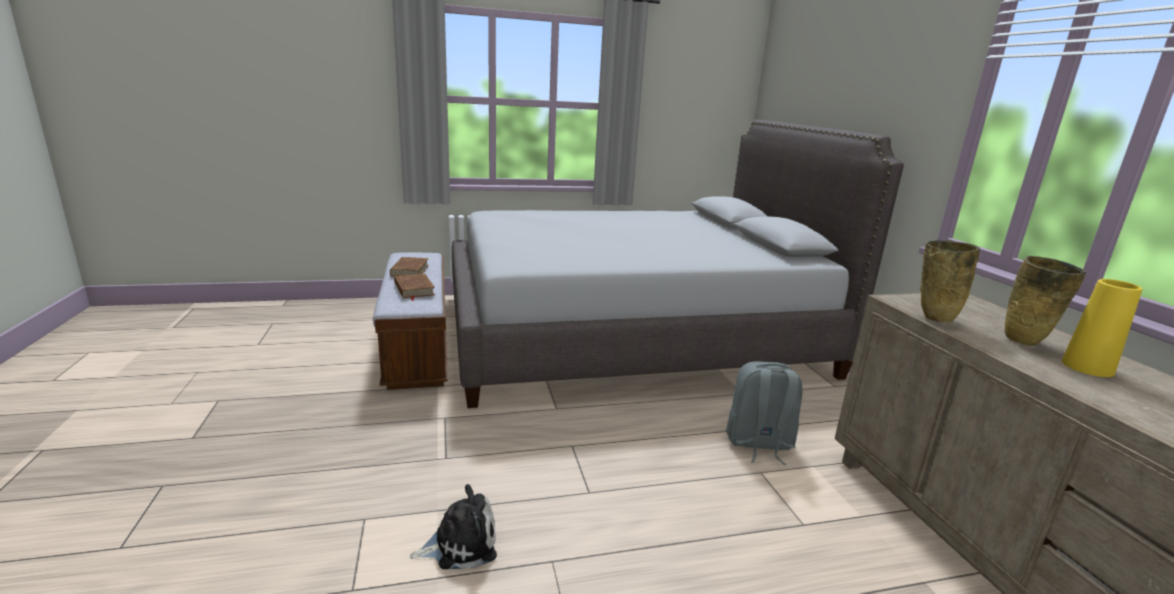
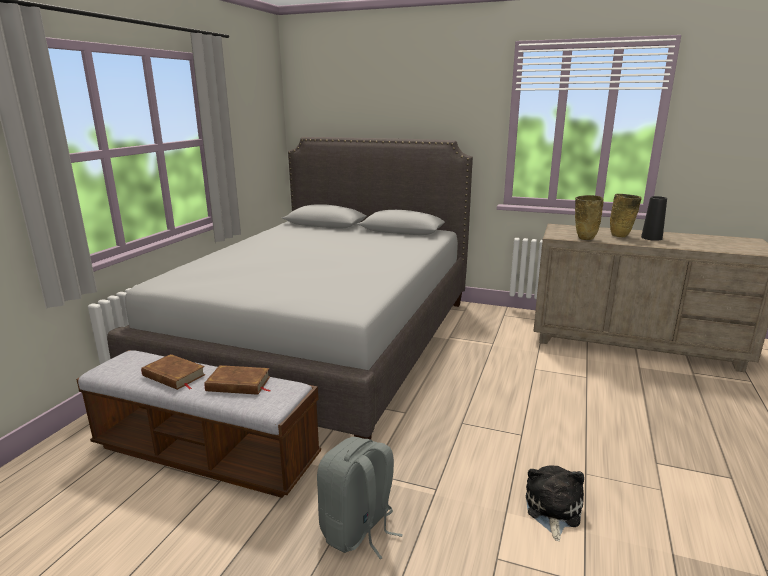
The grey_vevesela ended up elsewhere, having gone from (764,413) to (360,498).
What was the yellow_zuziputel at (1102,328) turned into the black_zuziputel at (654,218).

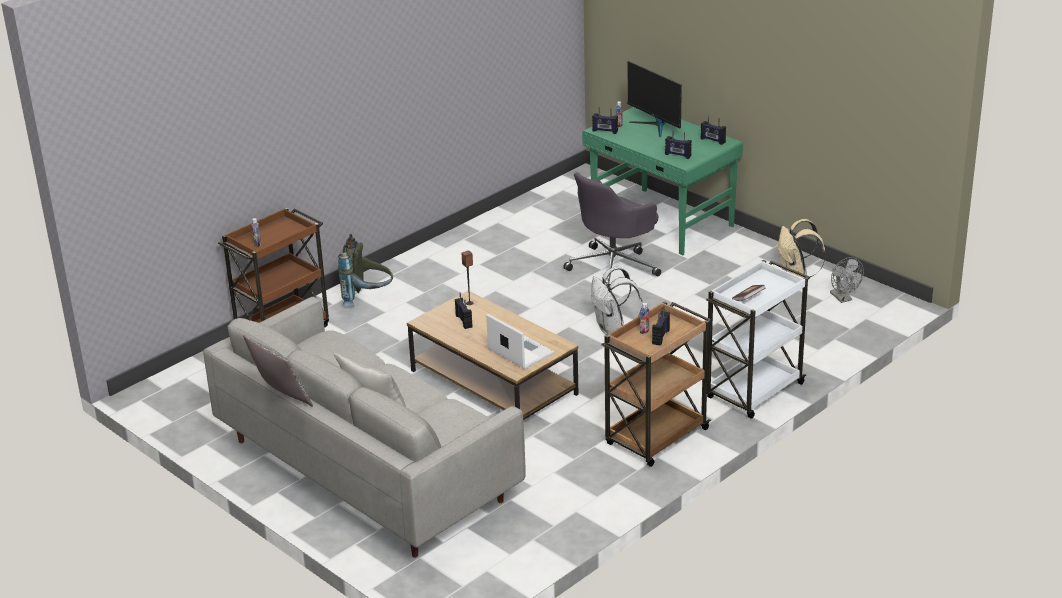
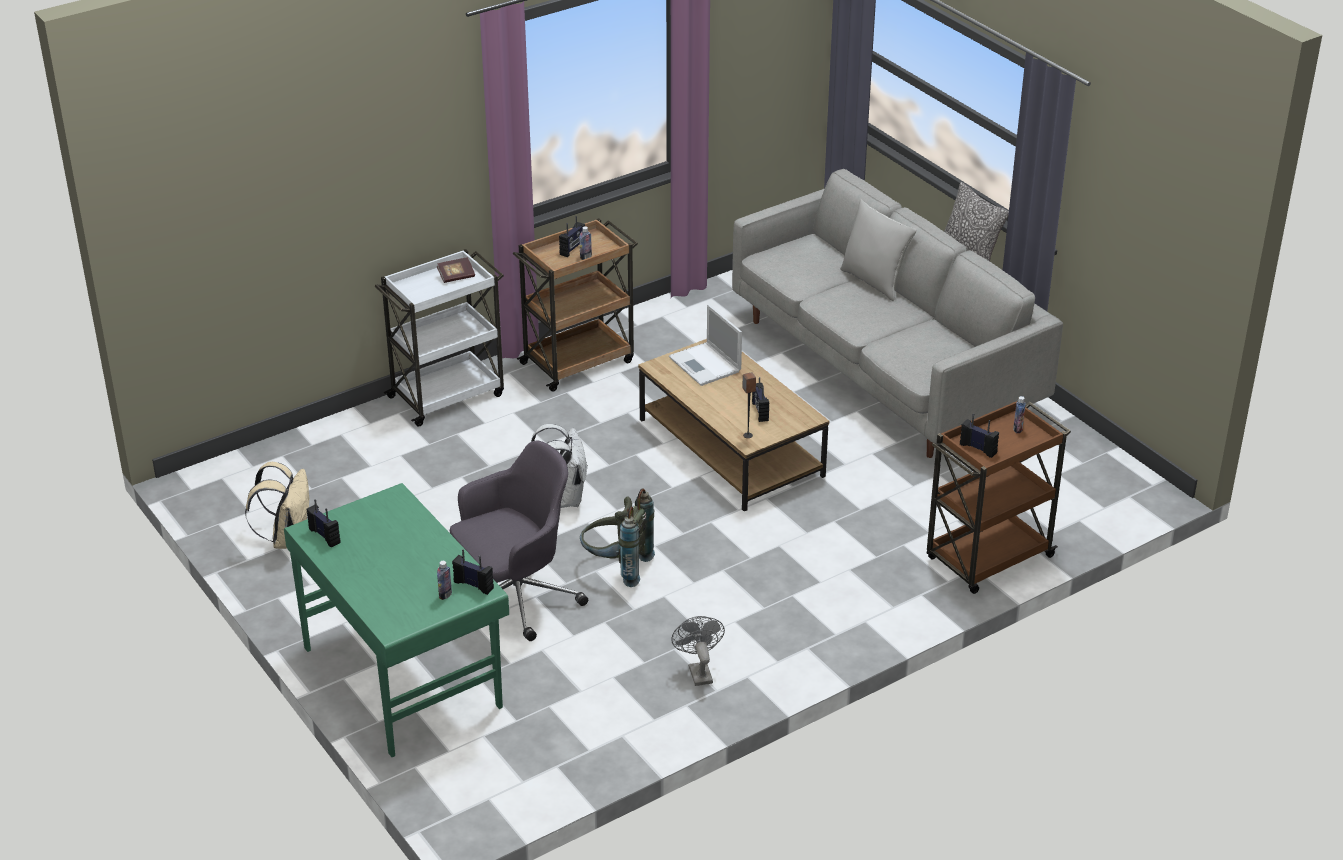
The second view lost the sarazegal at (654,99).
The grey_vevesela ended up elsewhere, having gone from (365,270) to (617,537).
The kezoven ended up elsewhere, having gone from (678,144) to (979,435).
The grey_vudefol ended up elsewhere, having gone from (847,280) to (698,651).

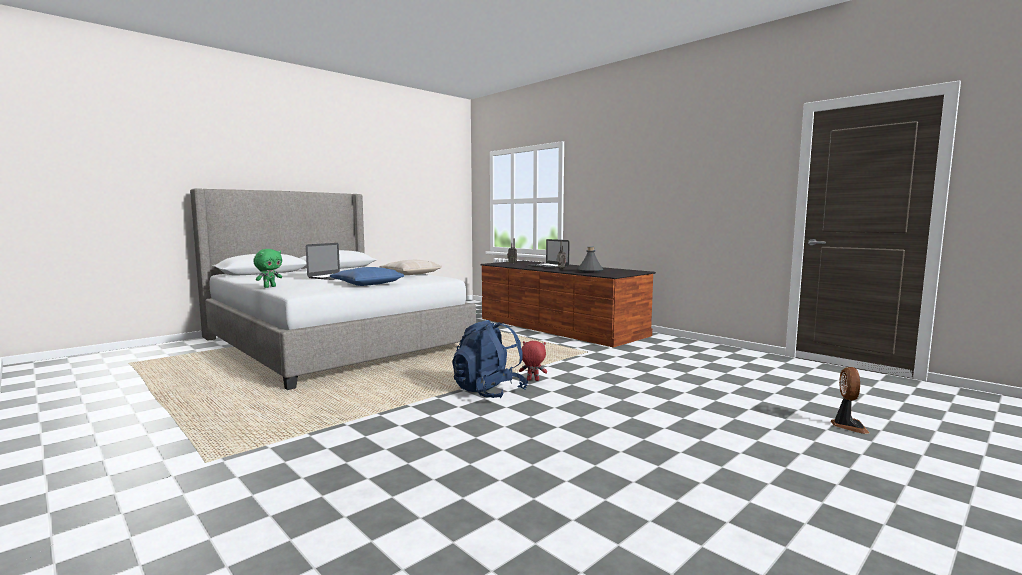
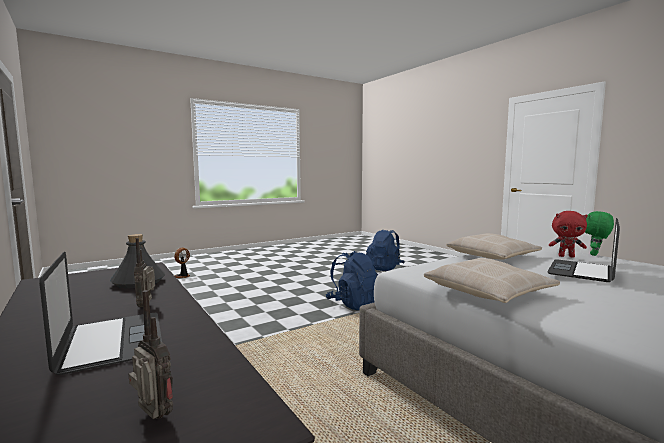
The second view gained the blue_vevesela at (385,250).
The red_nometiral ended up elsewhere, having gone from (533,361) to (568,234).
What was the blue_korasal at (367,276) turned into the beige_korasal at (494,246).

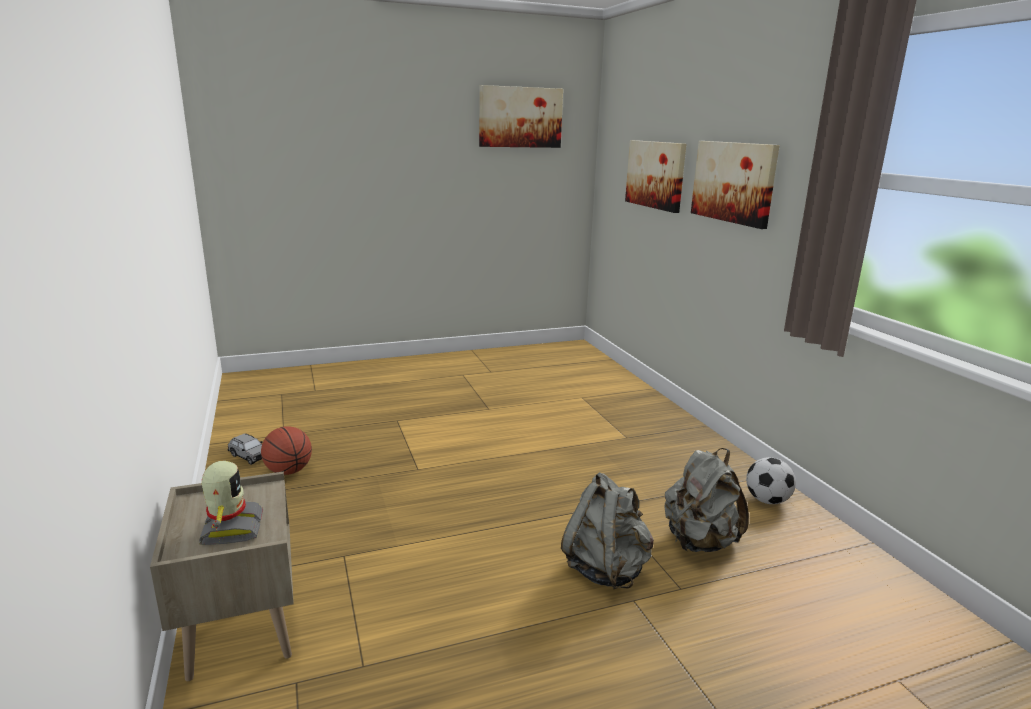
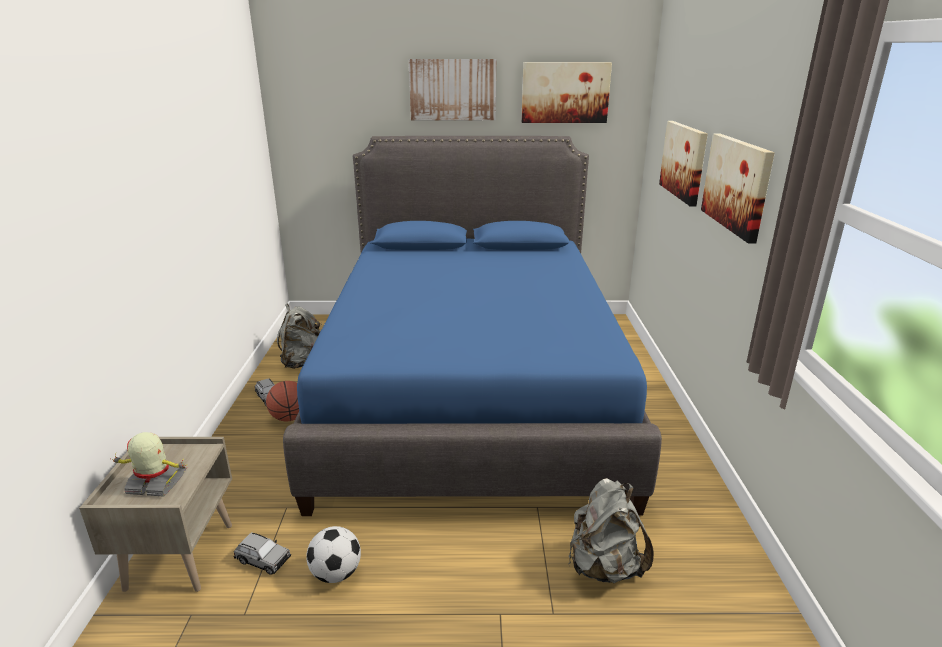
The second view gained the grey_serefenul at (262,553).
The second view gained the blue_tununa at (472,326).
The second view gained the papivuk at (452,89).
The grey_vevesela ended up elsewhere, having gone from (607,530) to (299,336).
The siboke ended up elsewhere, having gone from (771,480) to (333,554).
The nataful at (231,503) ended up facing another way, 90 degrees counterclockwise from before.

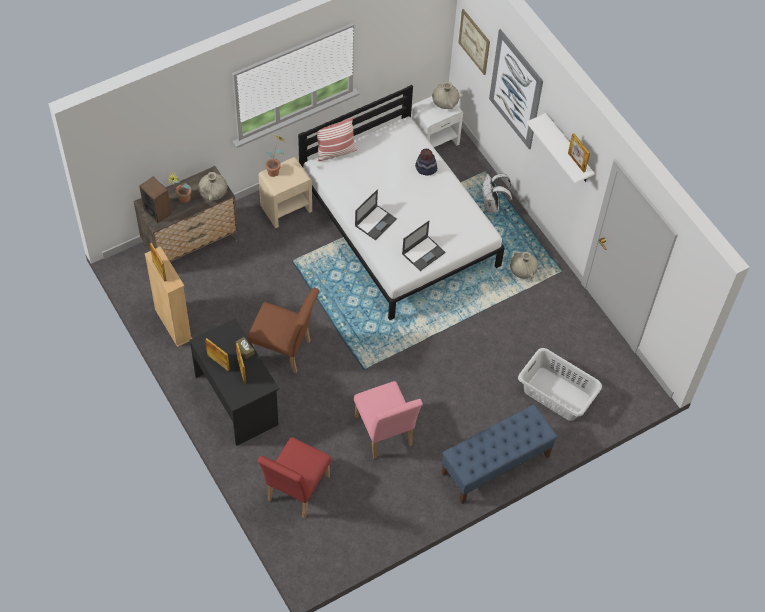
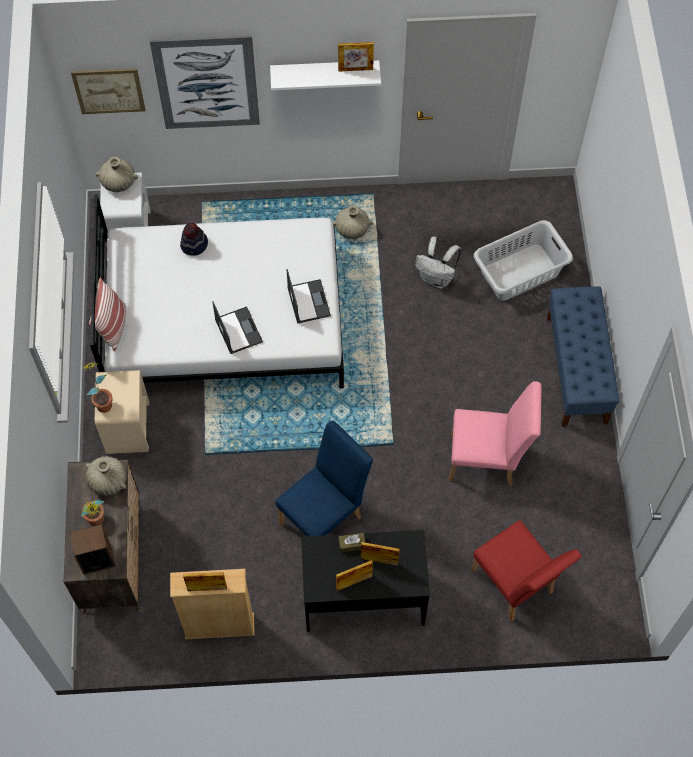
The white_vevesela ended up elsewhere, having gone from (497,193) to (438,262).
What was the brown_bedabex at (283,330) turned into the blue_bedabex at (324,478).

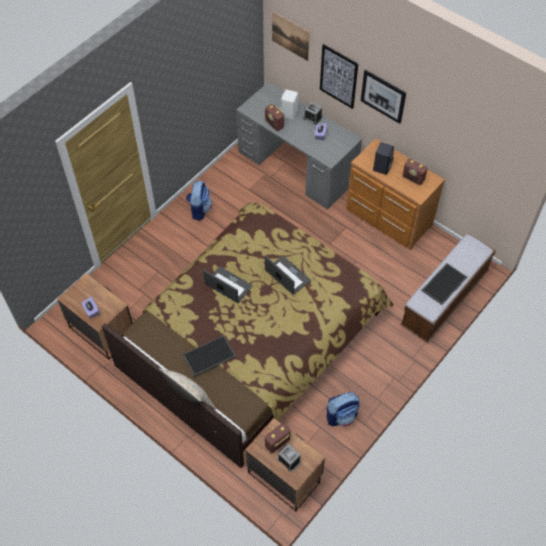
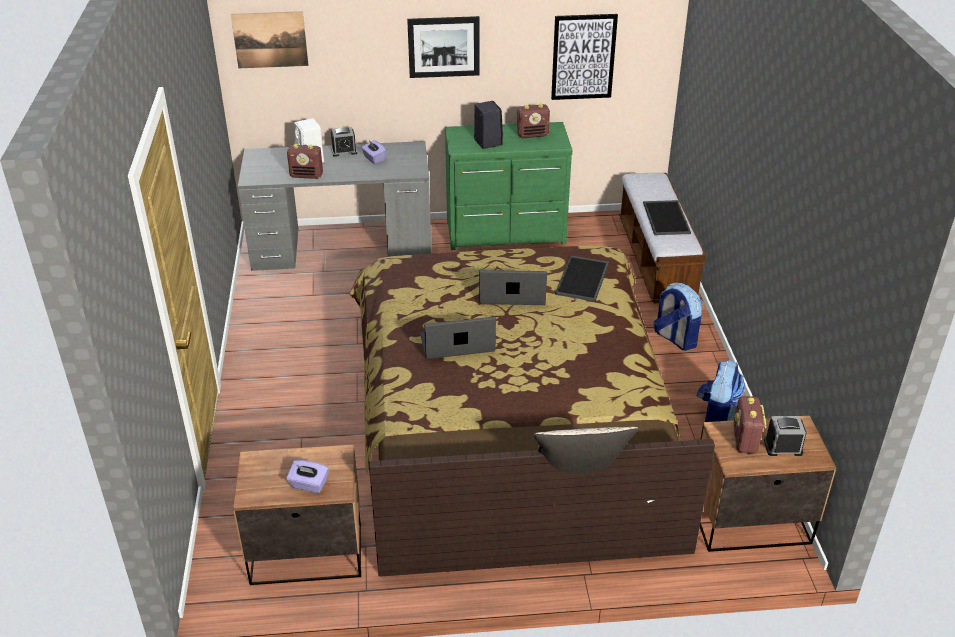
The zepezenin ended up elsewhere, having gone from (209,356) to (582,279).
The vevesela ended up elsewhere, having gone from (199,200) to (678,317).
The papivuk ended up elsewhere, having gone from (339,76) to (584,57).
What was the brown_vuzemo at (395,194) turned into the green_vuzemo at (508,186).

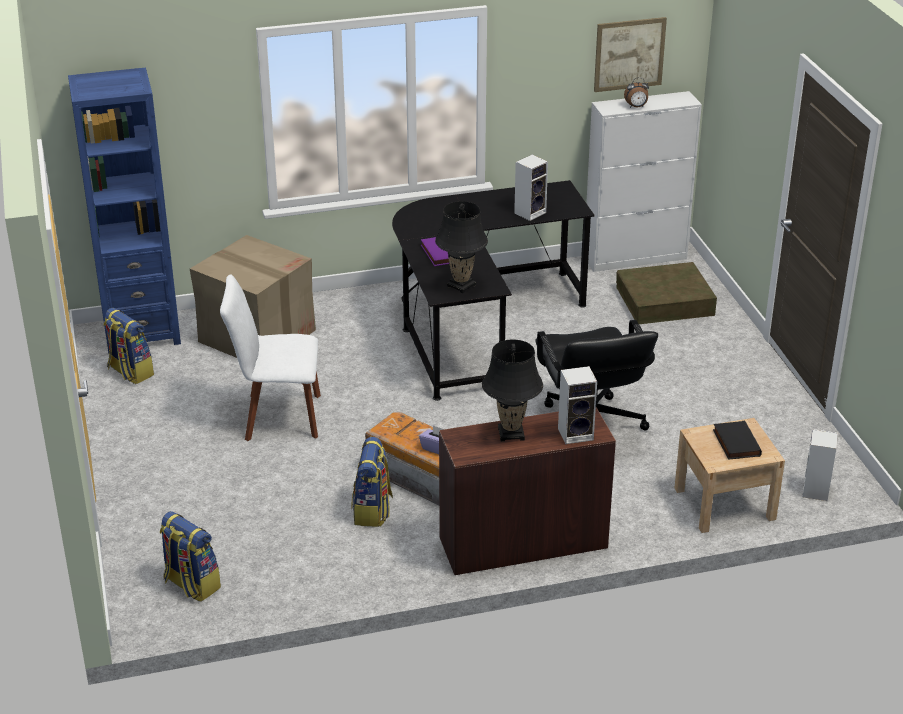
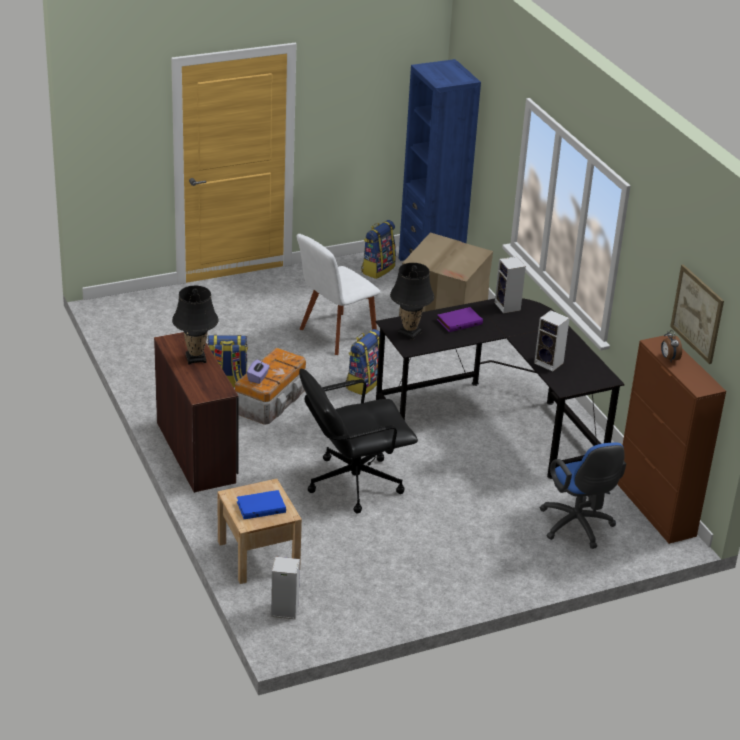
The vevesela ended up elsewhere, having gone from (190,556) to (363,362).
The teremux ended up elsewhere, having gone from (577,405) to (510,284).
Where the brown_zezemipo stood at (666,293), the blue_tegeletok came to stand at (583,495).
What was the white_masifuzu at (644,181) turned into the brown_masifuzu at (671,440).
What was the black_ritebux at (737,440) turned into the blue_ritebux at (261,504).
The white_bedabex at (270,358) ended up facing another way, 120 degrees counterclockwise from before.

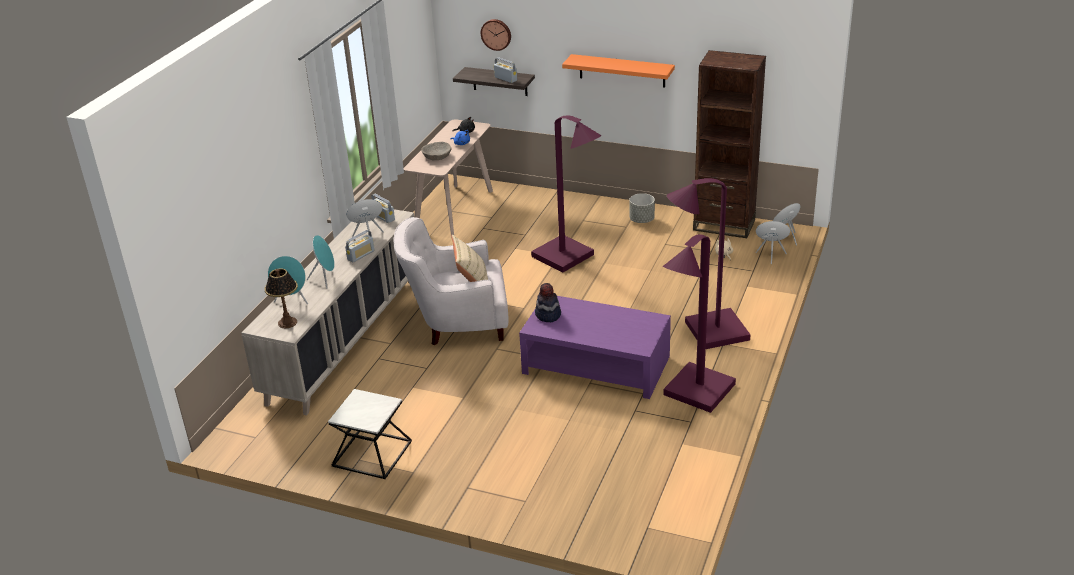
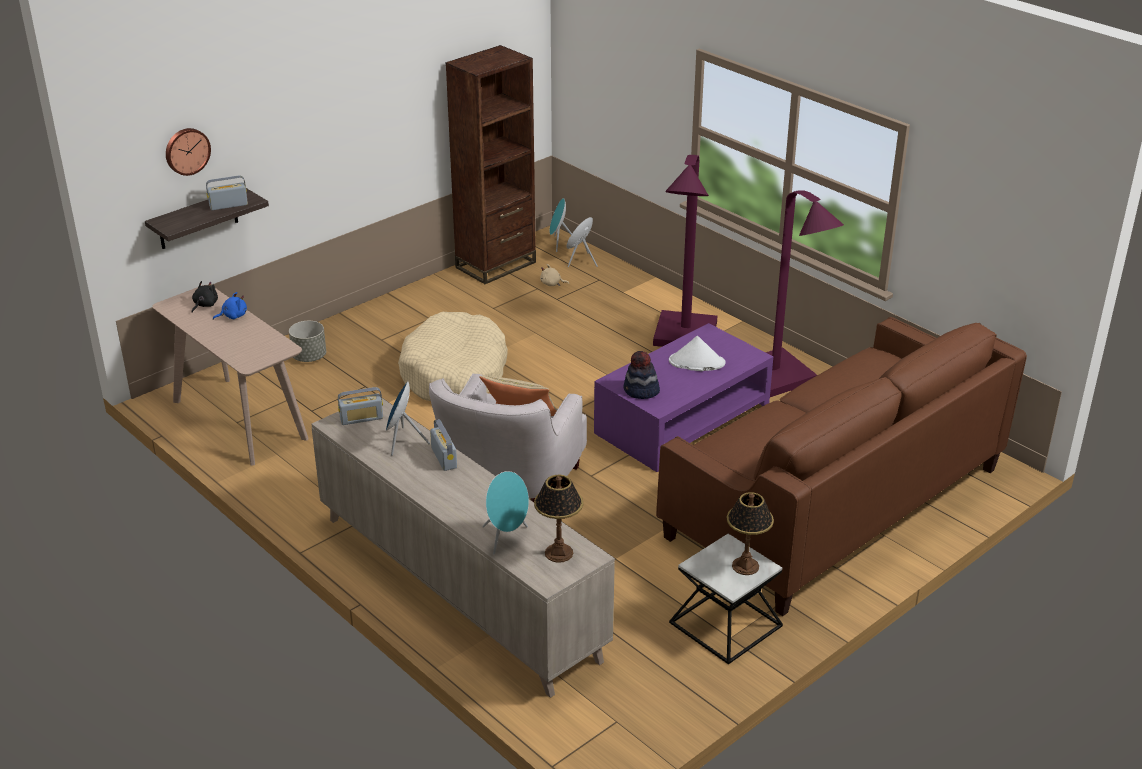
The second view lost the turquoise_teremux at (321,262).
The second view lost the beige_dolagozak at (436,151).
The second view lost the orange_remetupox at (618,71).
The second view gained the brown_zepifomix at (841,466).
The second view gained the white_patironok at (697,353).
The second view gained the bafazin at (750,533).
The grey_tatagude ended up elsewhere, having gone from (642,208) to (307,341).
Where the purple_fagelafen stood at (566,194), the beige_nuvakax came to stand at (453,356).

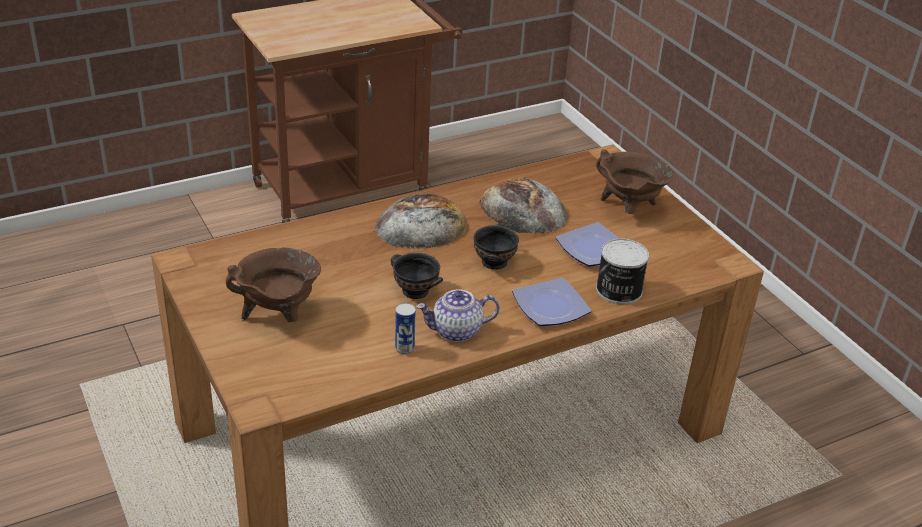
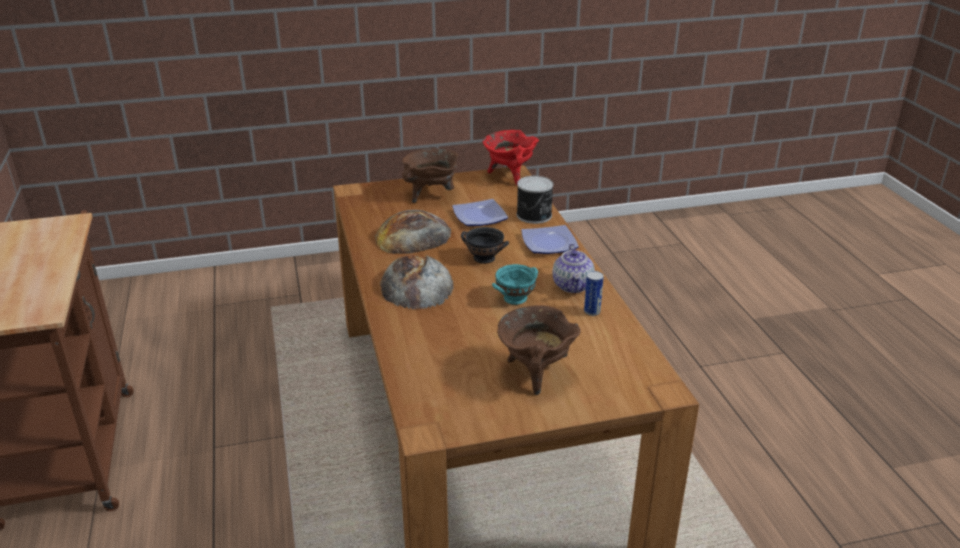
The second view gained the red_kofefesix at (511,157).
What was the black_dolagozak at (417,276) turned into the turquoise_dolagozak at (515,284).

